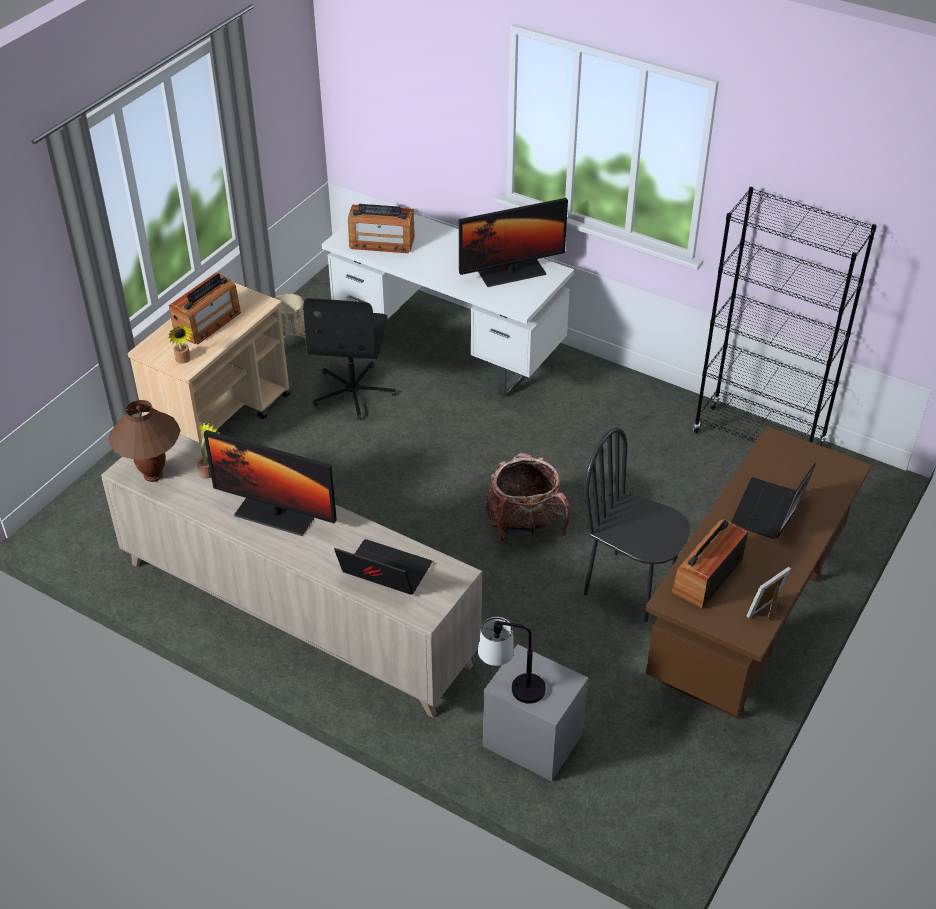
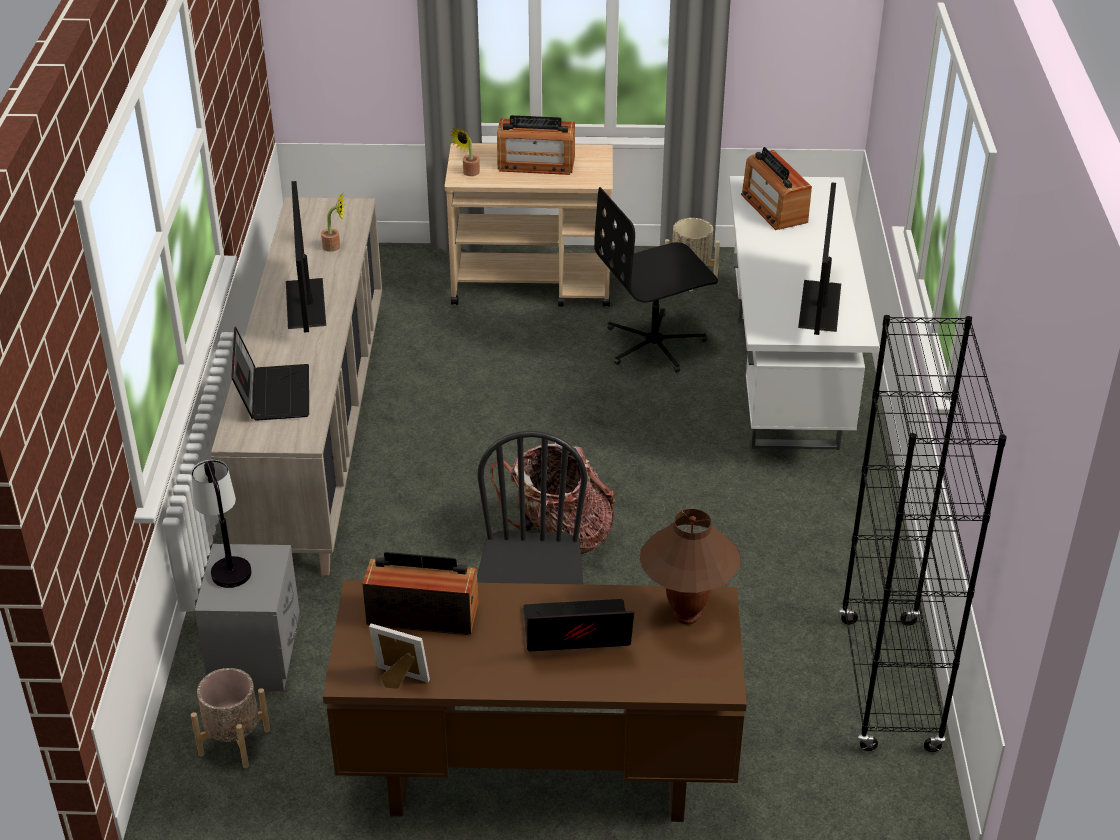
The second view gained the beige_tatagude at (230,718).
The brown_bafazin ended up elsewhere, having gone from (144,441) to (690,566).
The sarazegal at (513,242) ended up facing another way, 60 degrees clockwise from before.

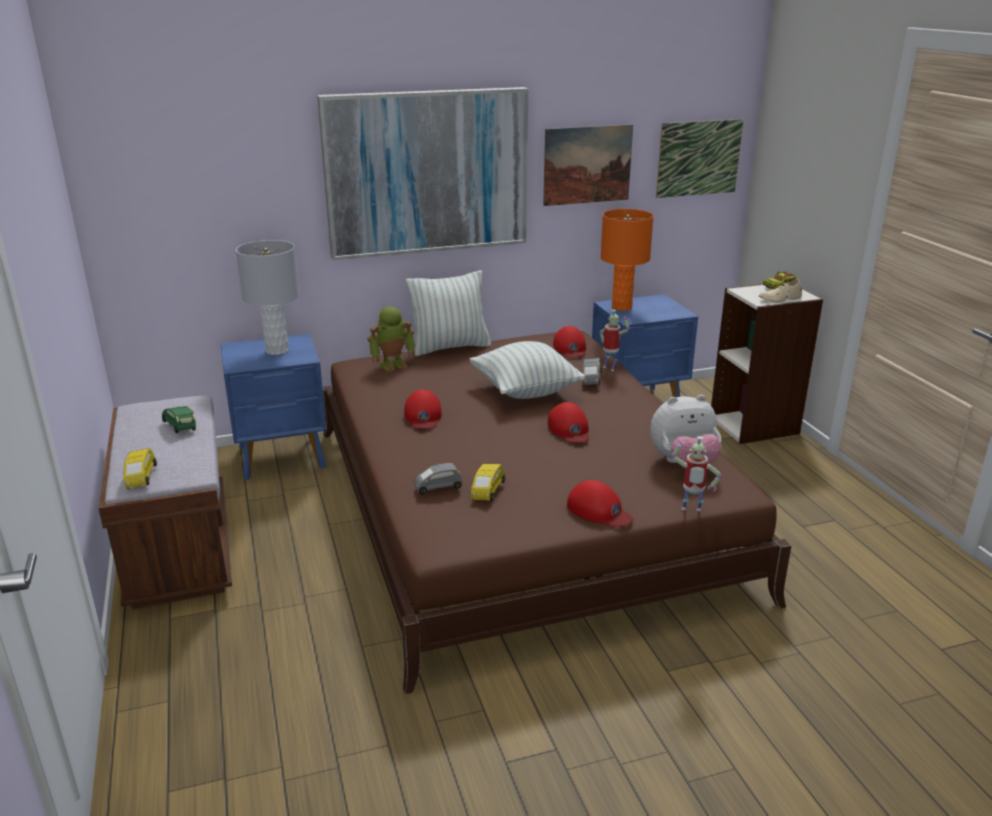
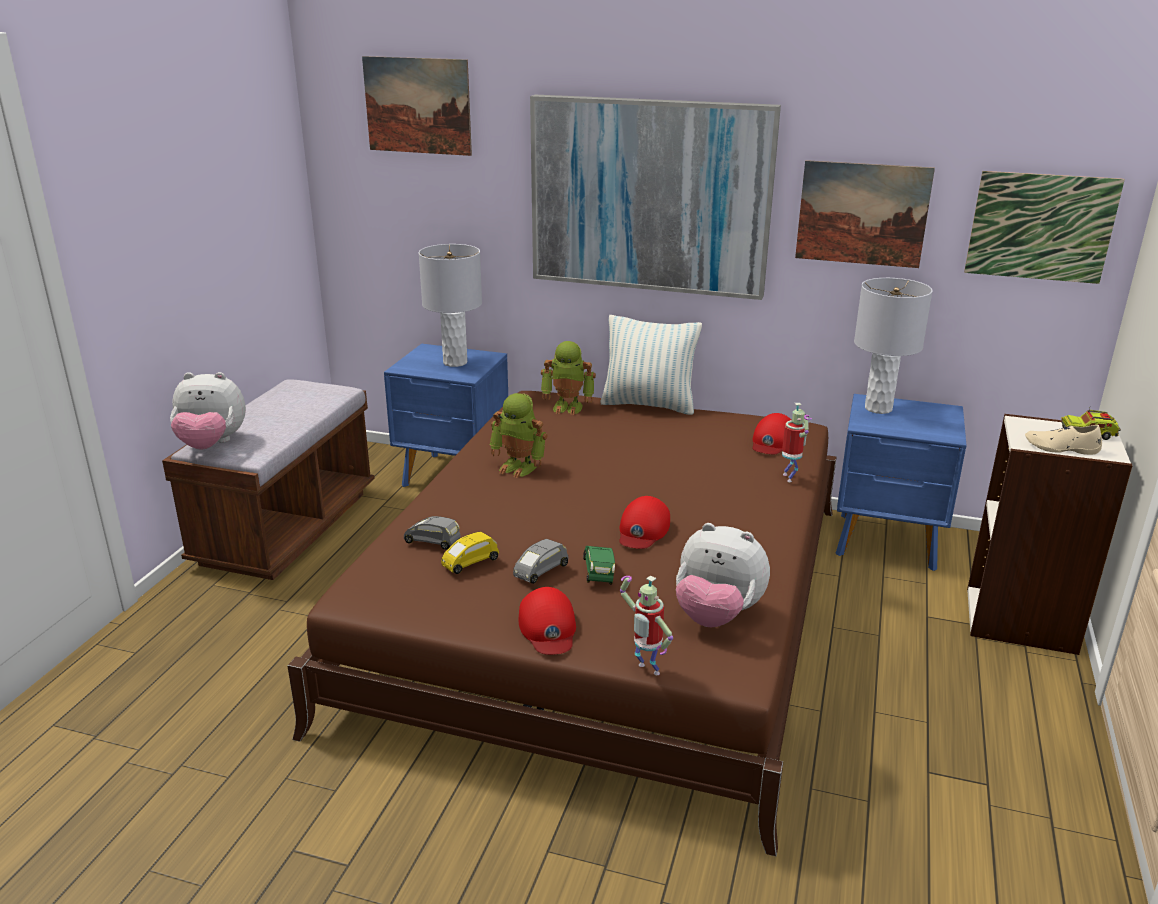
The second view lost the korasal at (527,370).
The second view gained the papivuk at (417,106).
The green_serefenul ended up elsewhere, having gone from (179,419) to (599,565).
The grey_serefenul ended up elsewhere, having gone from (592,372) to (541,561).
Where the yellow_serefenul stood at (140,468), the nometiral came to stand at (208,411).
Where the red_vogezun stood at (423,409), the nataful came to stand at (518,435).
What was the orange_bafazin at (627,260) turned into the grey_bafazin at (893,346).

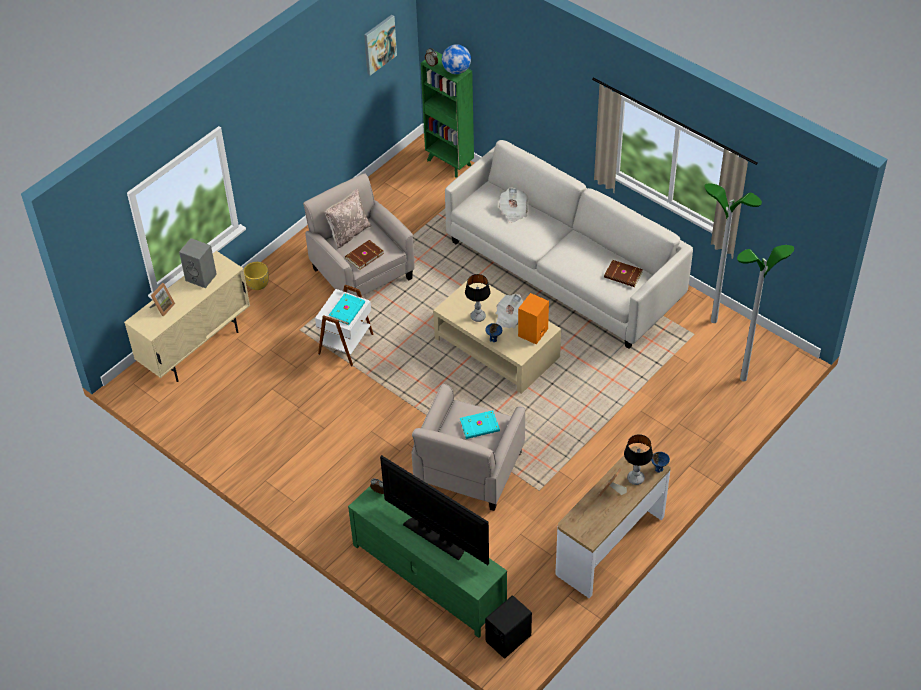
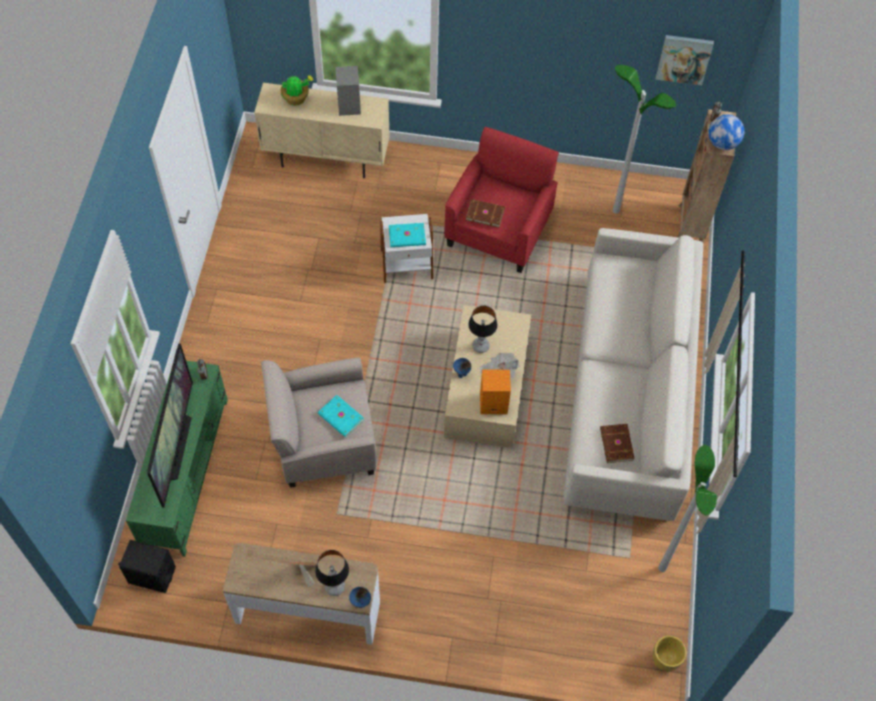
The second view lost the beige_korasal at (348,219).
The second view lost the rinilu at (513,205).
The yellow_tatagude ended up elsewhere, having gone from (256,276) to (670,653).
The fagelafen ended up elsewhere, having gone from (765,313) to (644,139).
Where the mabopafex stood at (162,299), the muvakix came to stand at (297,90).
What was the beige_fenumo at (359,234) turned into the red_fenumo at (501,200).
What was the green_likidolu at (447,114) turned into the brown_likidolu at (706,176).

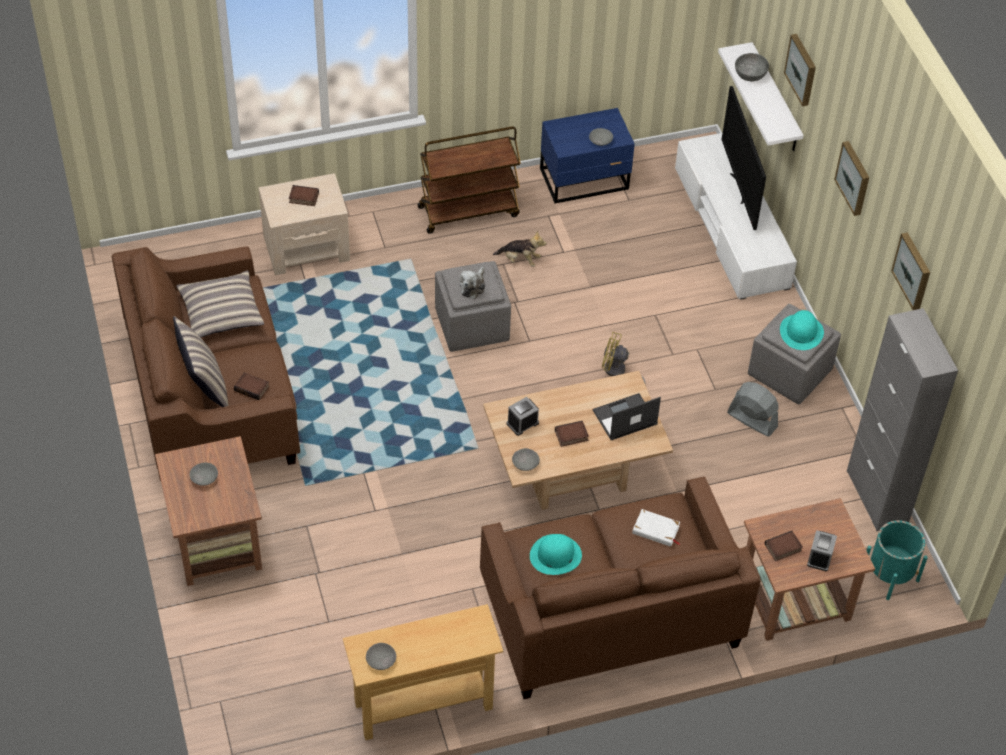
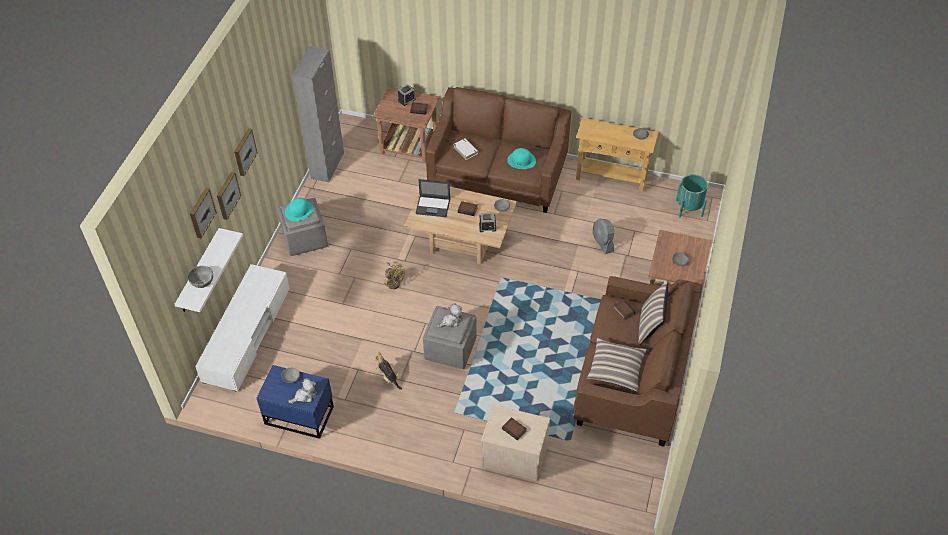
The second view lost the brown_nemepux at (469,180).
The second view lost the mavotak at (744,158).
The second view gained the nometiral at (302,391).
The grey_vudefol ended up elsewhere, having gone from (753,409) to (603,236).
The turquoise_tatagude ended up elsewhere, having gone from (897,560) to (692,195).
The papivuk ended up elsewhere, having gone from (910,271) to (229,195).

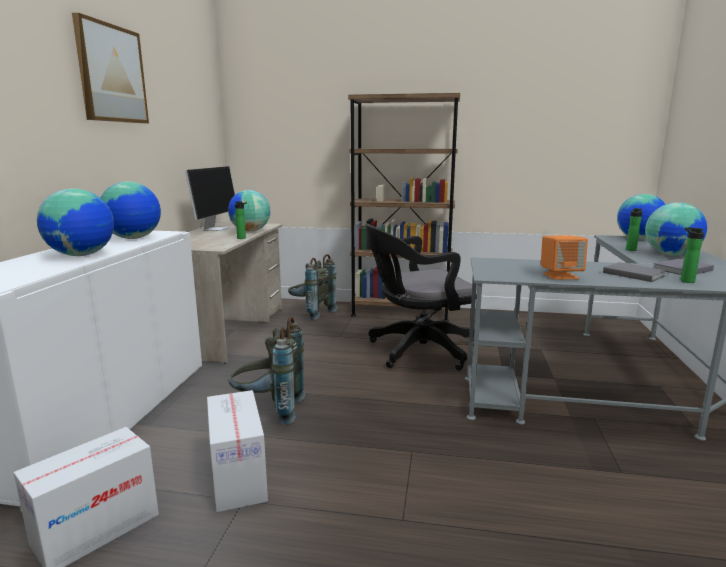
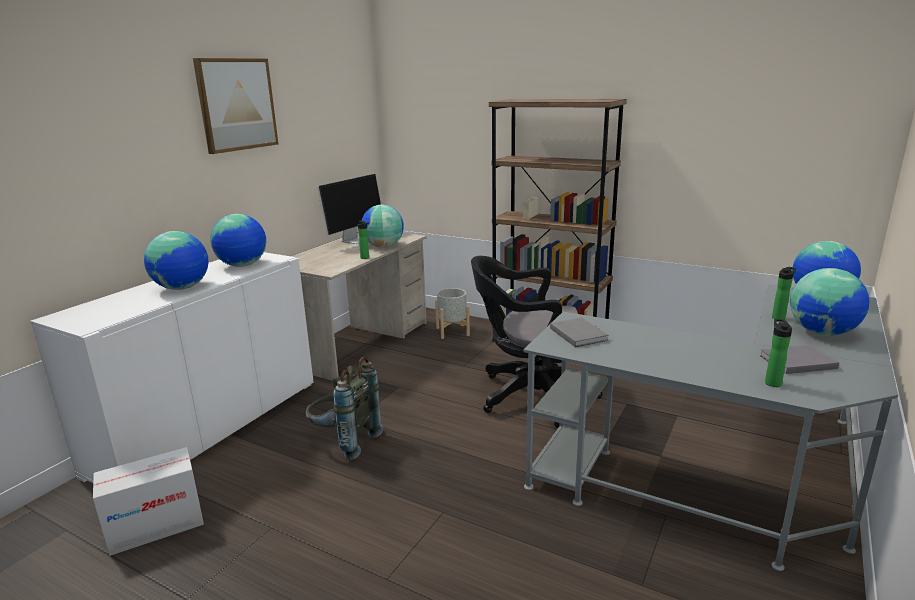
The second view lost the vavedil at (237,451).
The second view lost the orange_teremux at (564,257).
The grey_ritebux ended up elsewhere, having gone from (635,272) to (579,332).
Where the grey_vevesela stood at (313,287), the grey_tatagude came to stand at (452,313).

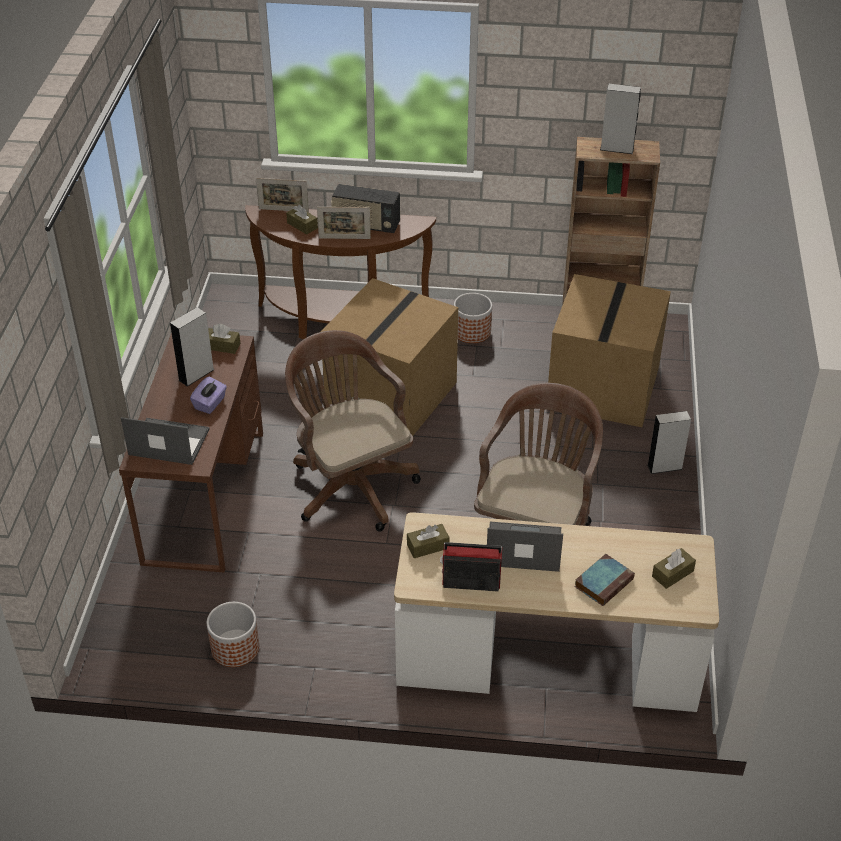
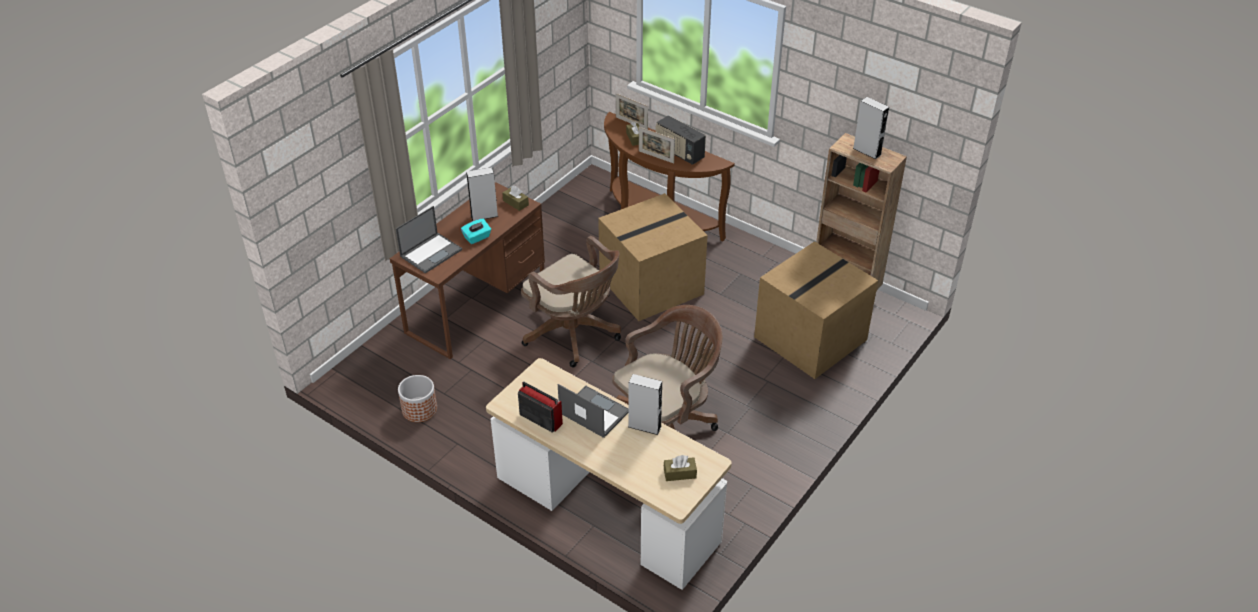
The second view lost the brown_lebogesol at (428,541).
The second view lost the tatagude at (473,318).
The second view lost the ritebux at (605,580).
The grey_teremux ended up elsewhere, having gone from (669,442) to (645,404).
What was the purple_lebogesol at (208,395) turned into the turquoise_lebogesol at (476,231).
The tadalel at (165,441) ended up facing another way, 90 degrees clockwise from before.
The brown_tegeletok at (353,431) ended up facing another way, 135 degrees clockwise from before.

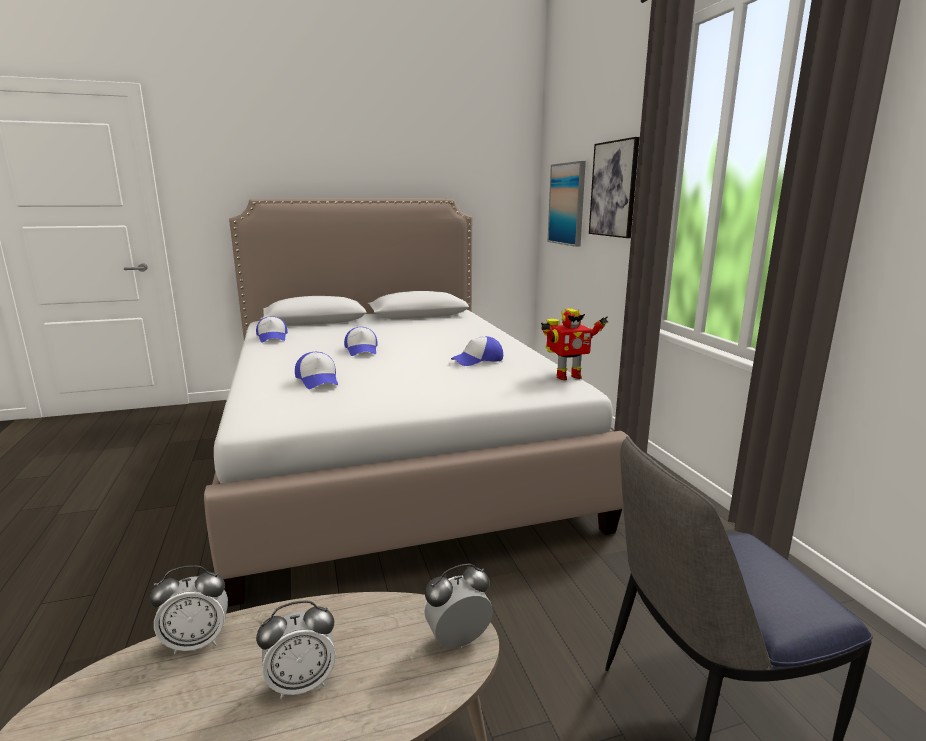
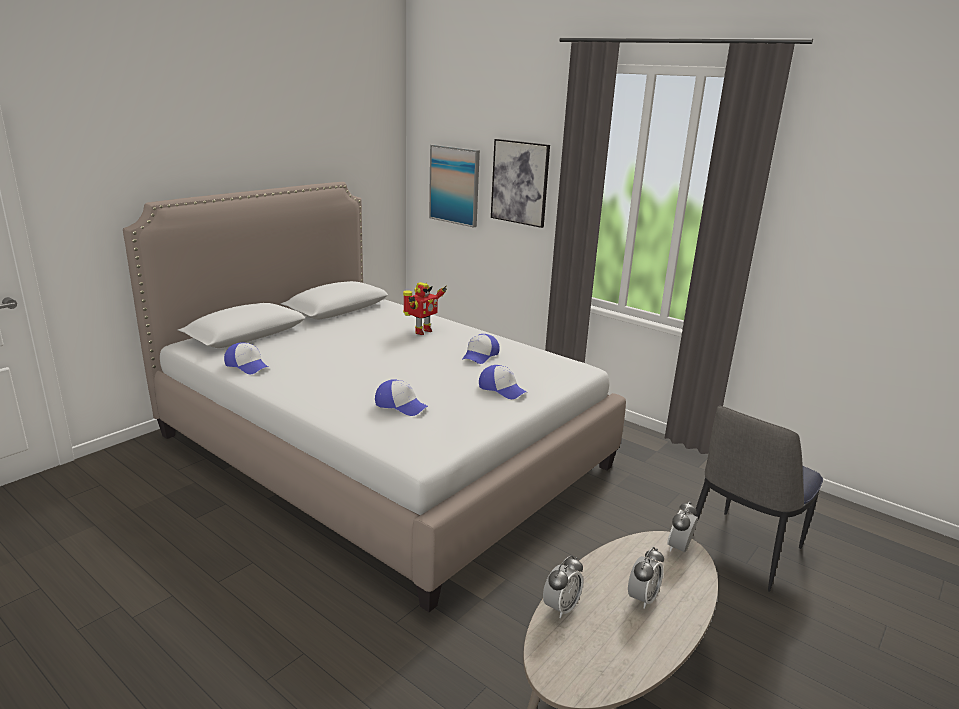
The vogezun ended up elsewhere, having gone from (361,341) to (503,382).
The nataful ended up elsewhere, having gone from (574,344) to (425,308).

